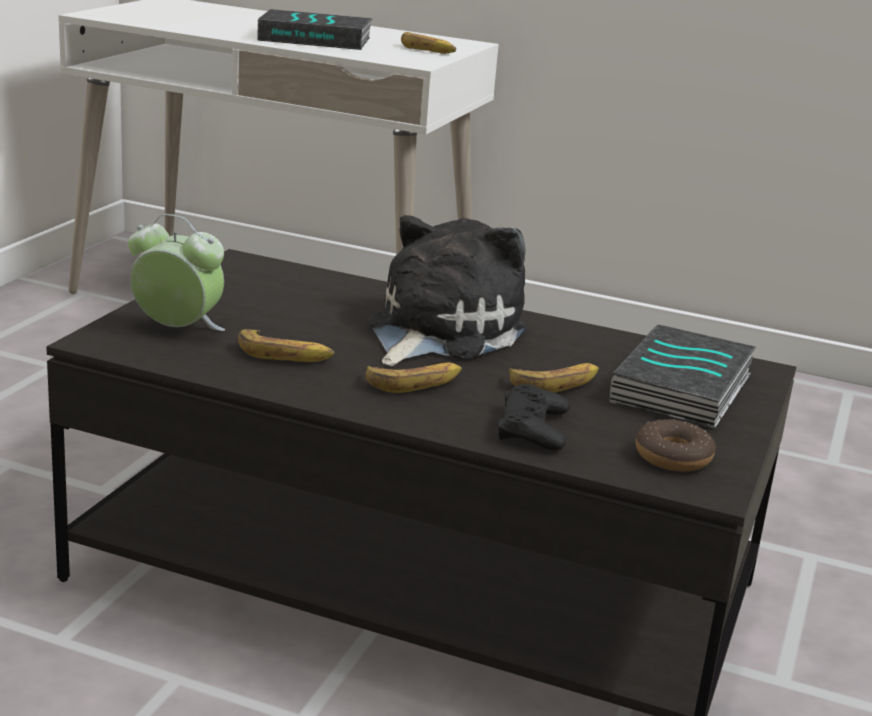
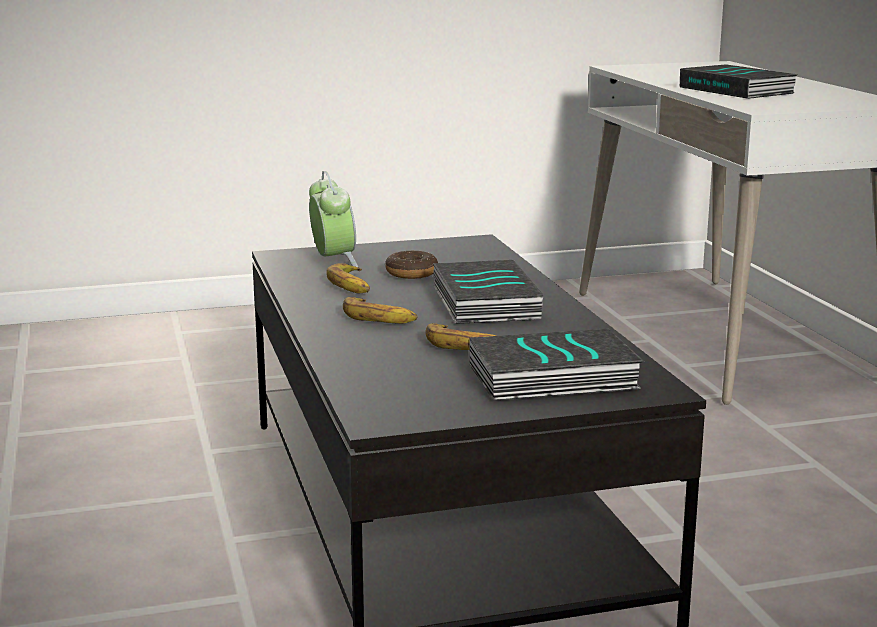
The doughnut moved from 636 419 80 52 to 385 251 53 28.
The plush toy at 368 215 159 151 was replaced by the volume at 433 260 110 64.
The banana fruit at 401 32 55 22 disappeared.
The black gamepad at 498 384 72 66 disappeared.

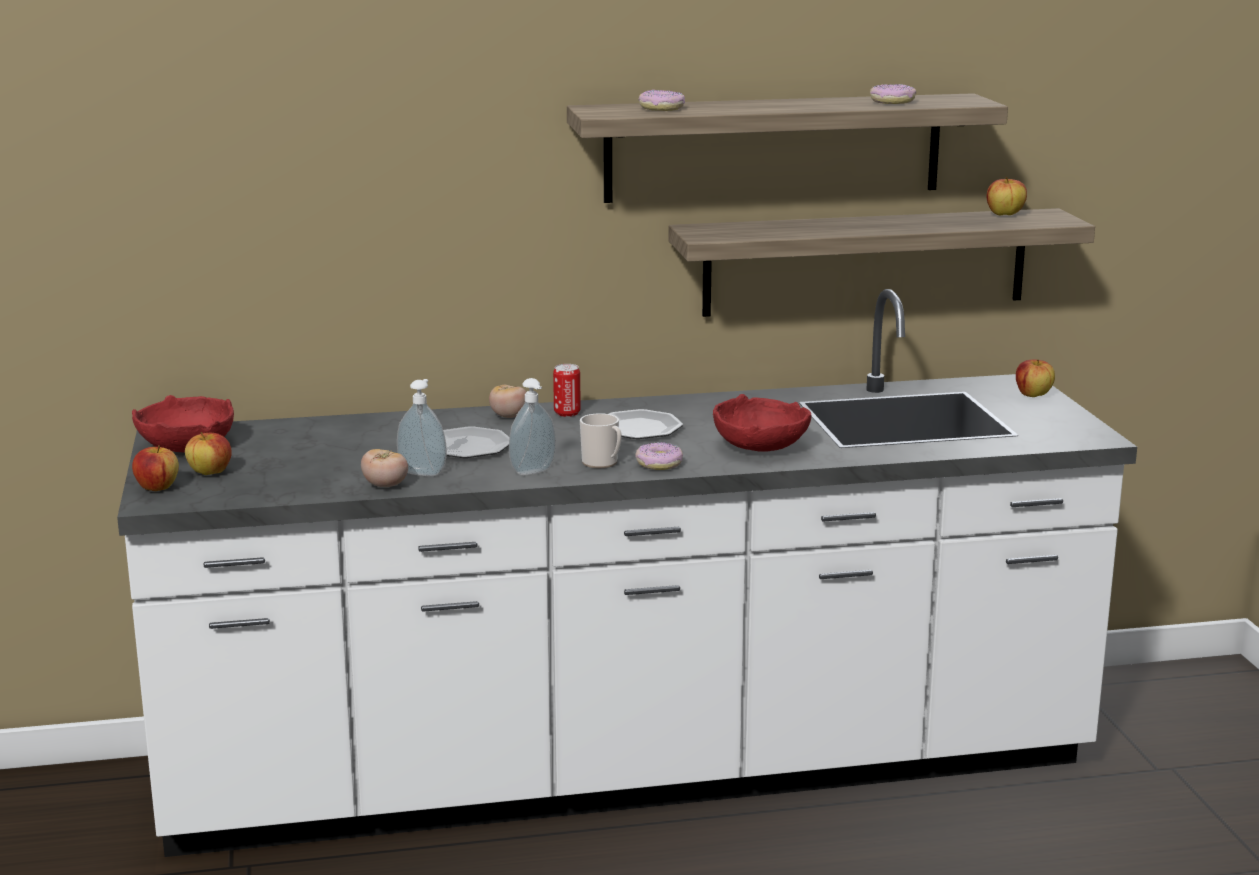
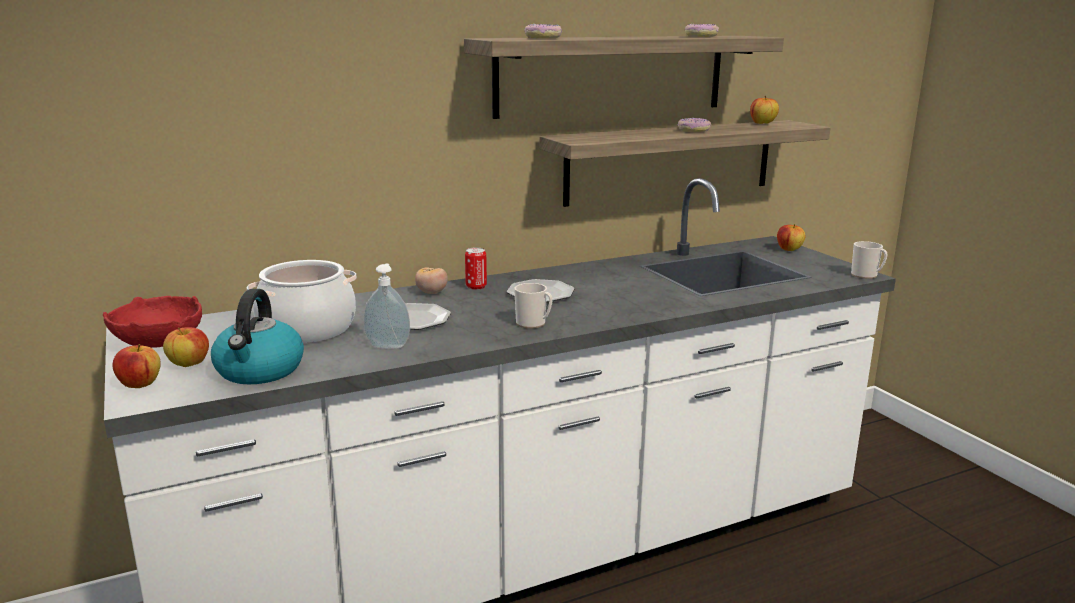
The kettle at 211 289 93 95 appeared.
The saucepot at 247 260 109 83 appeared.
The doughnut moved from 635 442 48 28 to 678 118 33 14.
The tea mug at 851 241 37 38 appeared.
The tomato at 361 449 47 38 disappeared.
The liquid soap bottle at 509 378 47 97 disappeared.
The reddish deep dish at 713 394 98 57 disappeared.

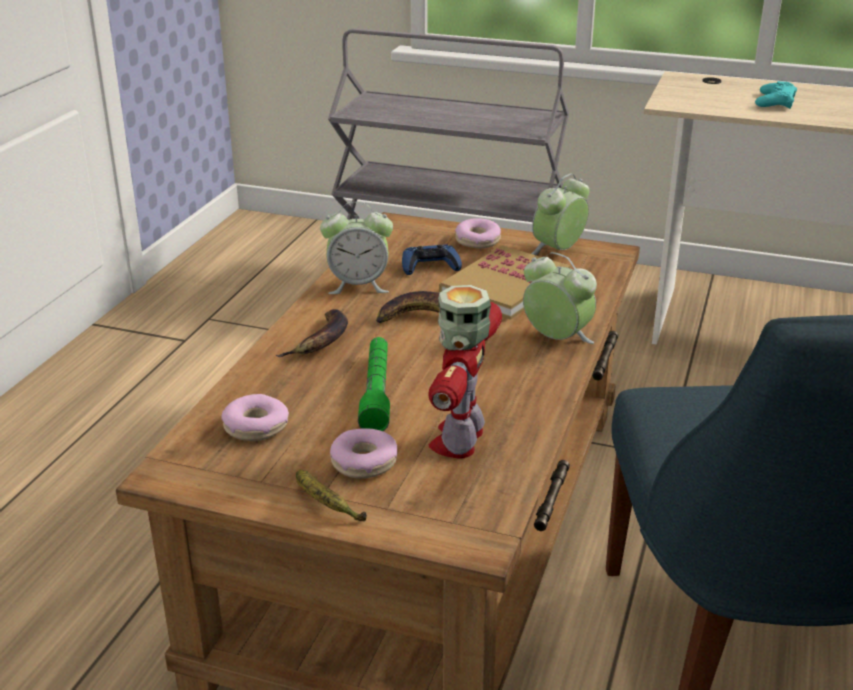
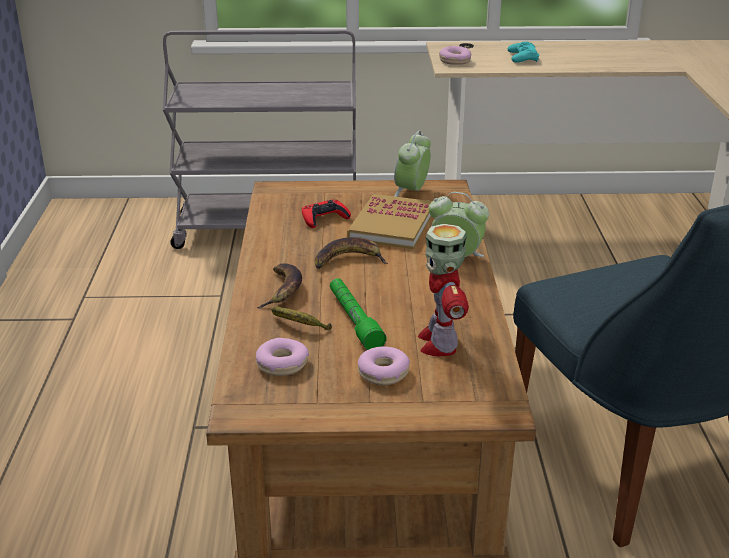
The banana fruit moved from 296 470 71 51 to 271 307 61 23.
The blue gamepad at 402 244 60 31 became the reddish gamepad at 302 199 49 29.
The doughnut moved from 455 218 46 30 to 439 46 32 19.
The bedside clock at 320 202 73 92 disappeared.

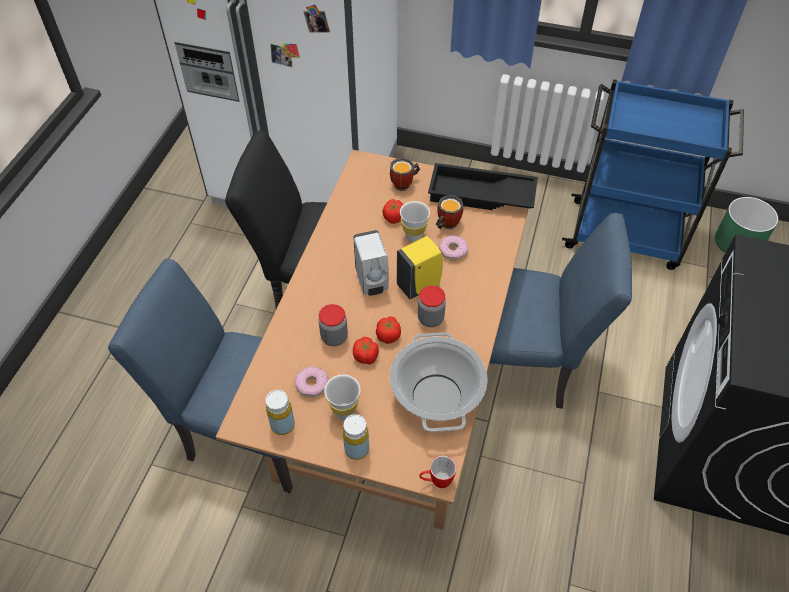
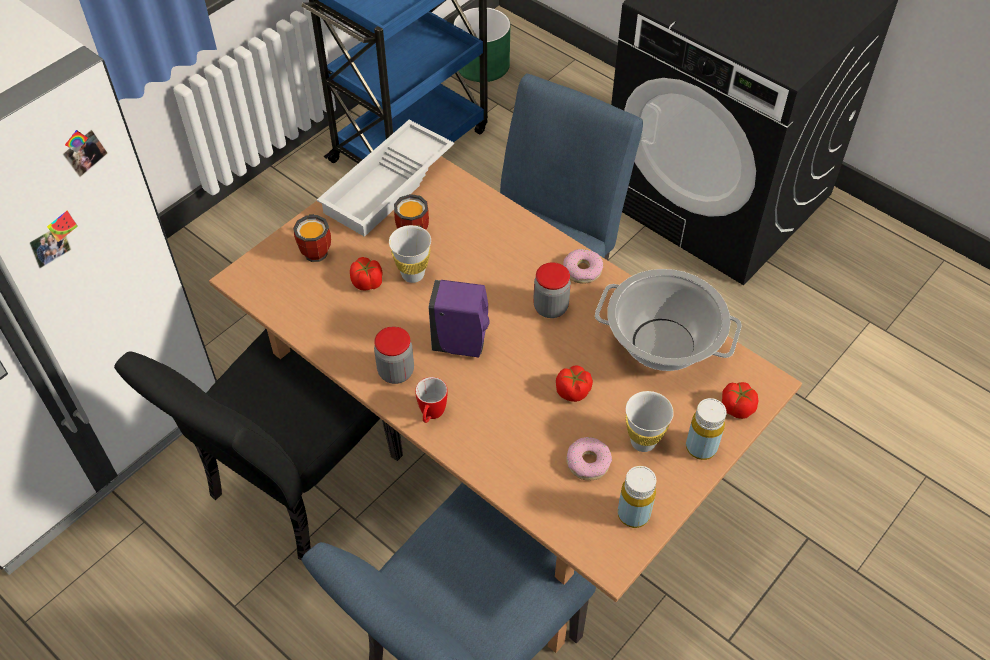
The black carrying tray at 428 163 110 47 became the whitish carrying tray at 317 120 137 117.
The preserve jar moved from 318 304 30 42 to 374 326 40 58.
The tea mug moved from 419 455 37 33 to 415 377 32 46.
The whitish liquid soap bottle at 353 230 36 66 became the purplish liquid soap bottle at 429 280 60 77.
The doughnut moved from 439 235 30 26 to 563 249 40 35.
The tomato moved from 376 316 25 28 to 722 382 36 37.
The yellow-coloured liquid soap bottle at 397 236 46 63 disappeared.

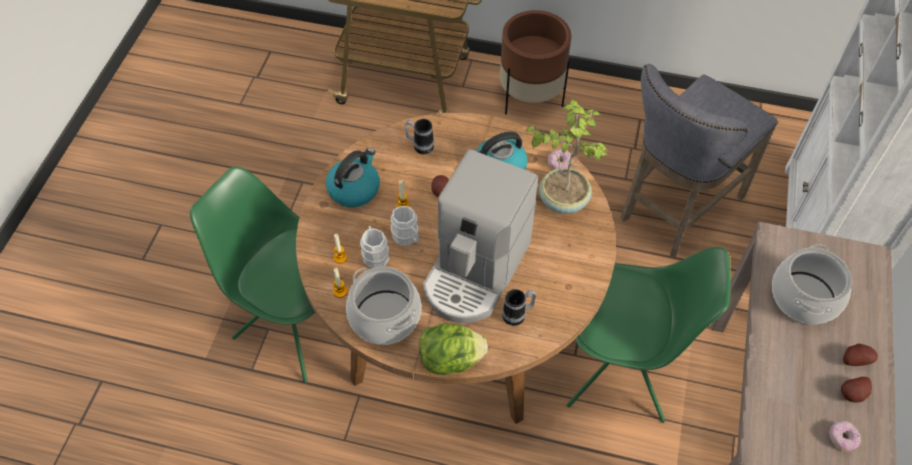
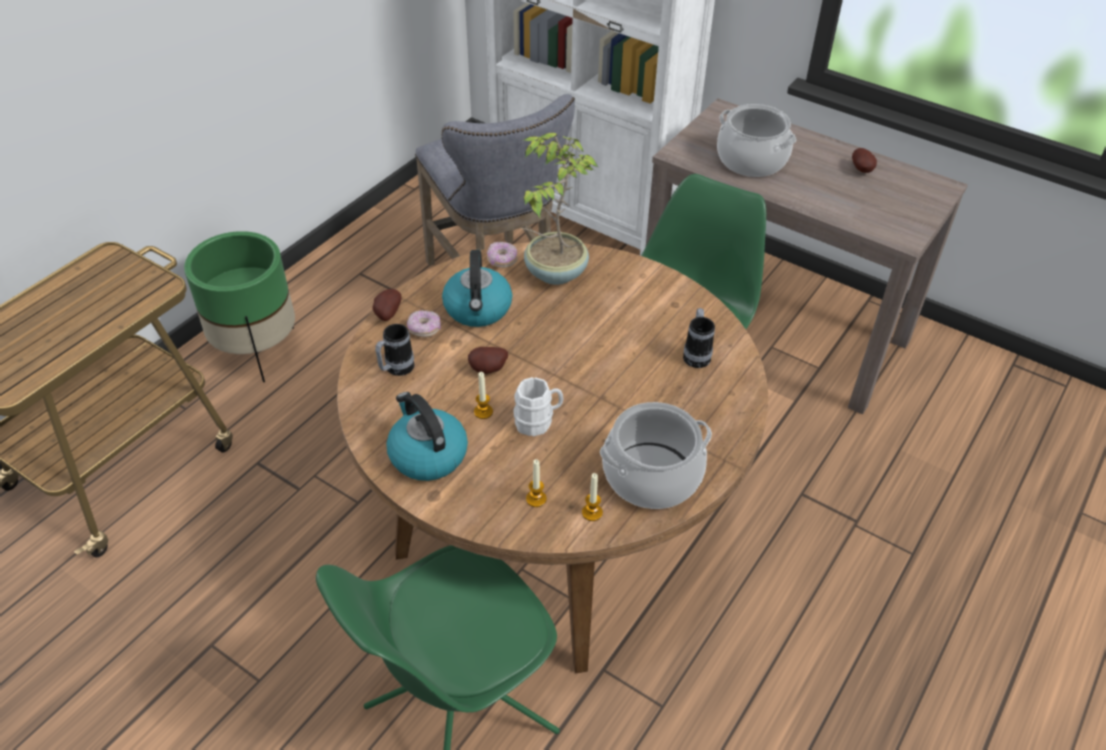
The brownish planter at 500 10 71 104 became the green planter at 184 231 111 151.
The whole potato moved from 843 344 35 22 to 372 289 30 32.
The doughnut moved from 829 421 32 31 to 407 310 33 28.
The whitish tea mug at 360 226 29 42 disappeared.
The lettuce head at 419 323 69 52 disappeared.
The coffee machine at 423 149 115 174 disappeared.

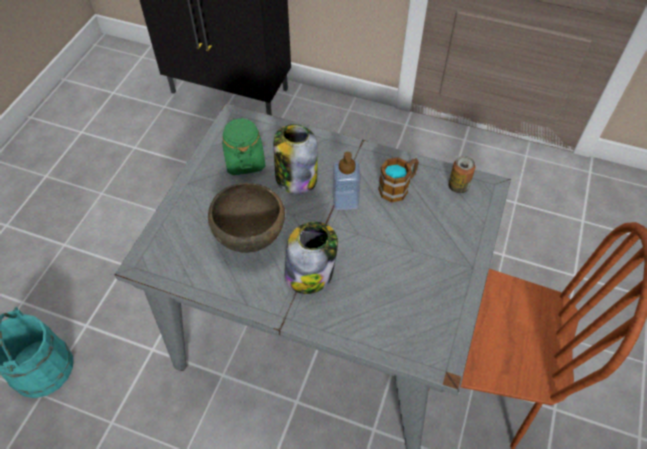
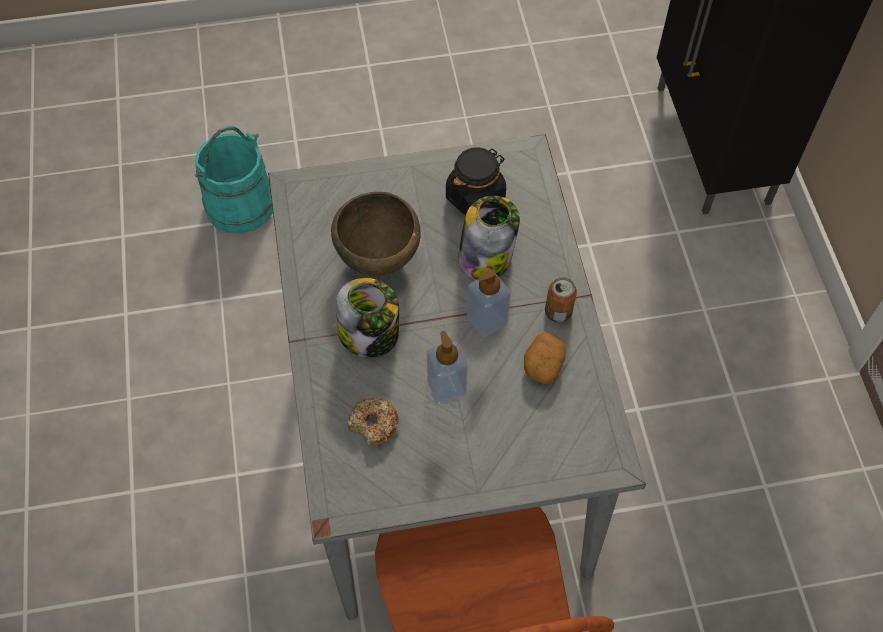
The doughnut at 348 397 51 49 appeared.
The liquid soap bottle at 427 331 41 73 appeared.
The green preserve jar at 222 117 43 58 became the black preserve jar at 446 147 60 69.
The tea mug at 378 157 41 45 was replaced by the whole potato at 524 332 42 52.
The can moved from 448 156 28 37 to 545 277 32 46.

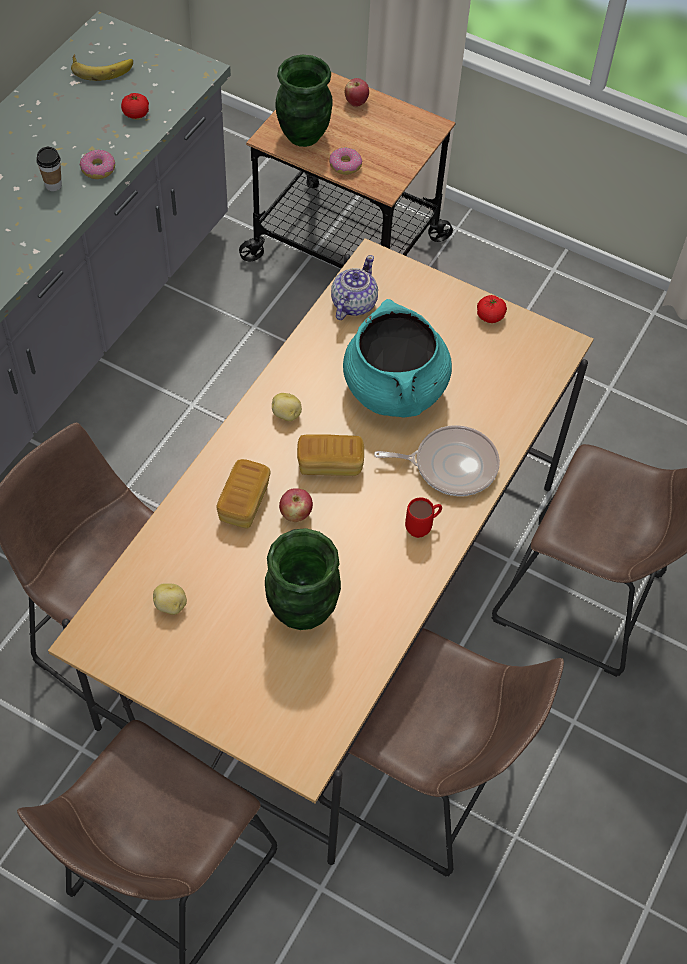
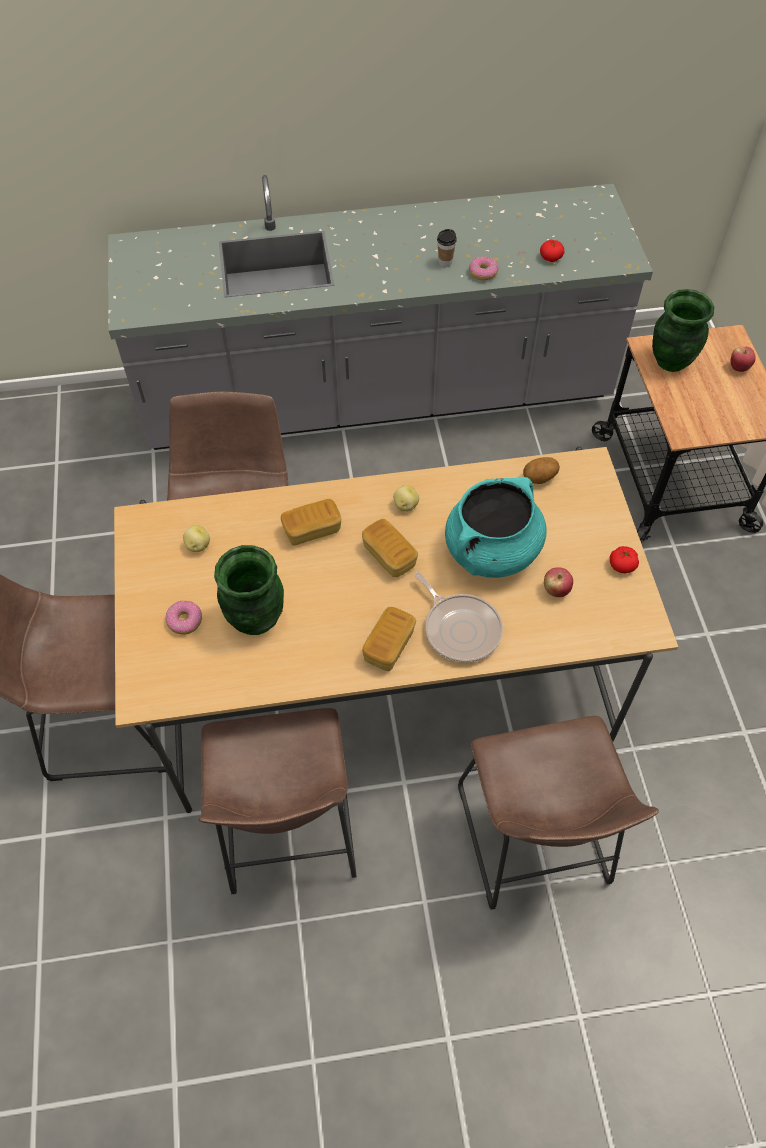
The doughnut moved from 329 148 34 27 to 166 601 36 34.
The reddish tea mug at 405 497 37 41 was replaced by the bakery bread at 362 607 54 64.
The teapot at 331 255 47 65 was replaced by the whole potato at 523 457 37 27.
The apple moved from 279 488 34 34 to 544 568 29 29.
The banana fruit at 71 54 62 27 disappeared.

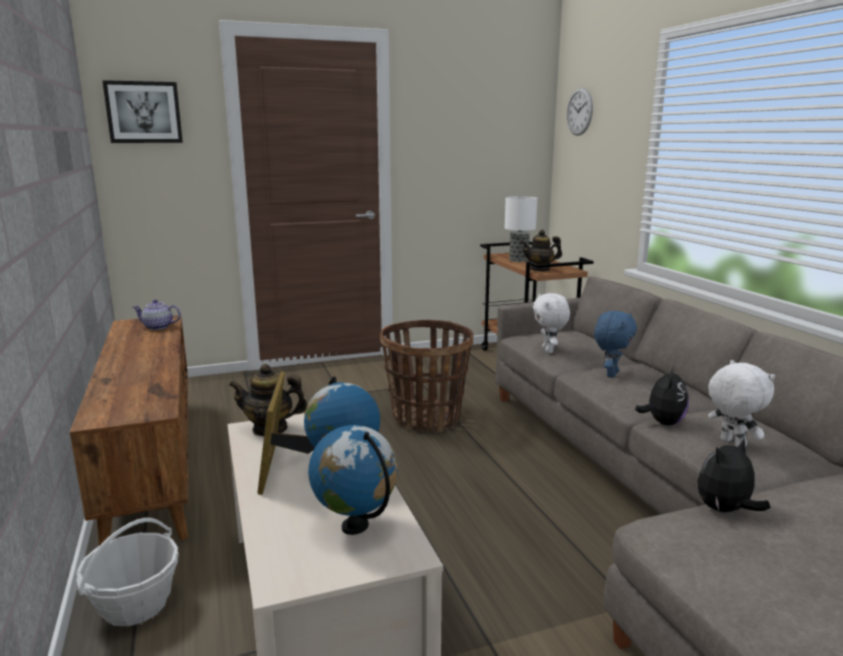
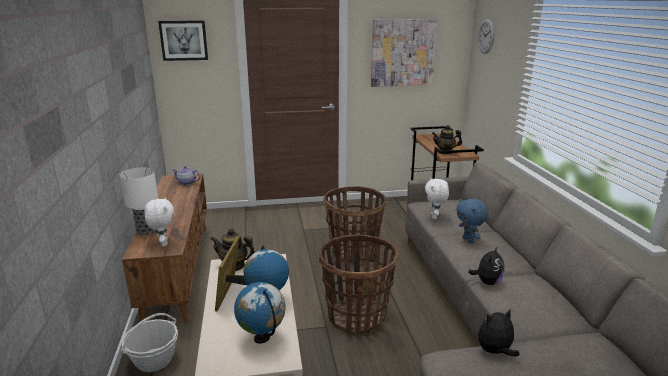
The tabletop lamp moved from 505 196 32 66 to 120 168 39 68.
The whitish plush toy moved from 708 360 67 87 to 144 197 30 50.
The storage basket at 319 235 79 100 appeared.
The picture at 371 19 66 68 appeared.
The blue plush toy at 594 311 43 67 turned 120 degrees clockwise.

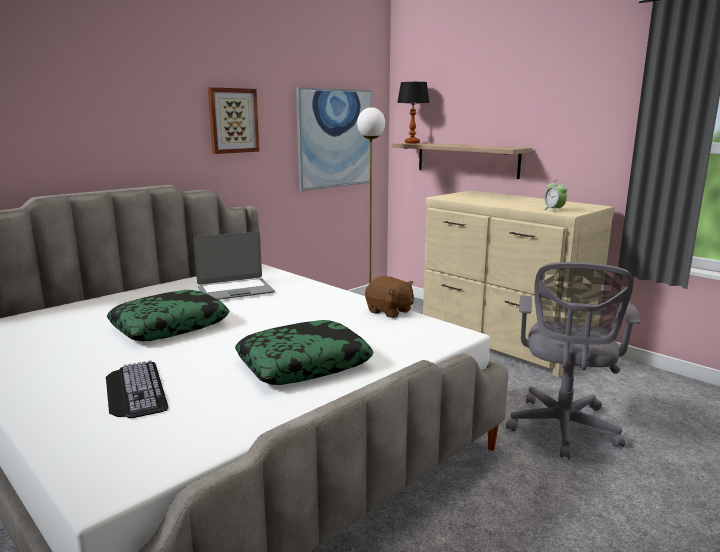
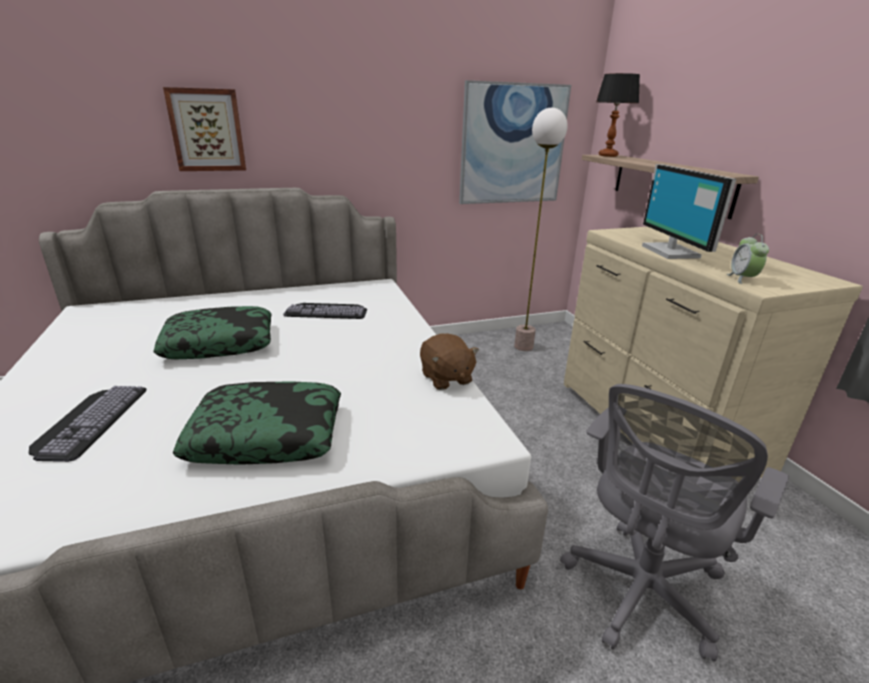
The picture moved from 208 87 51 67 to 163 87 83 84.
The portable computer at 193 231 82 69 was replaced by the PC keyboard at 283 303 84 16.
The computer screen at 642 164 94 95 appeared.

